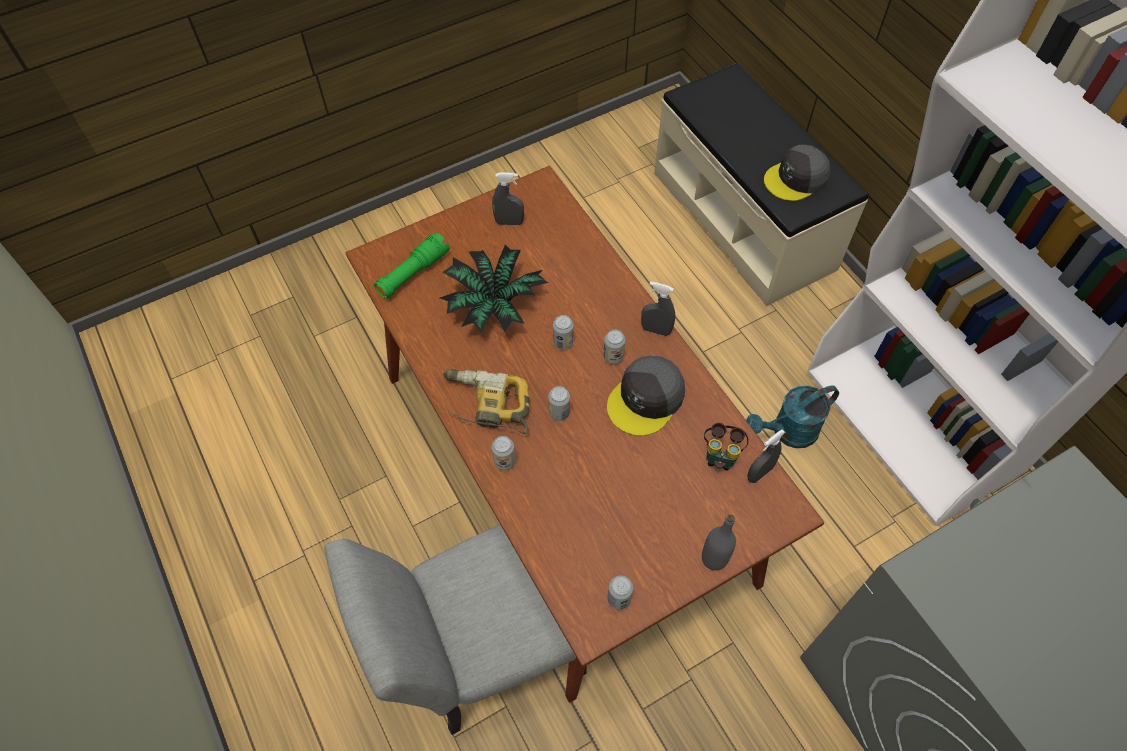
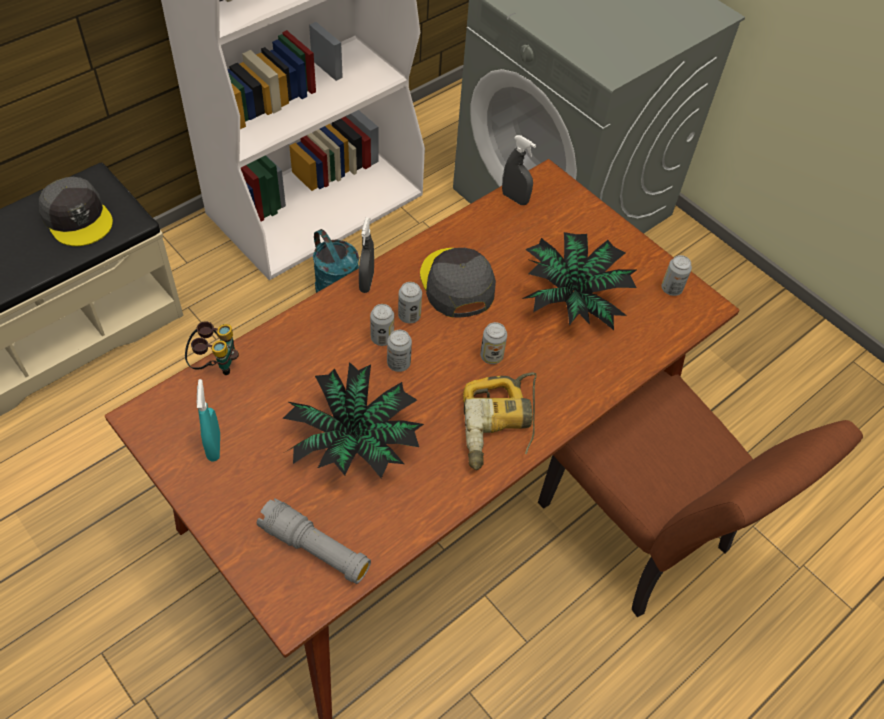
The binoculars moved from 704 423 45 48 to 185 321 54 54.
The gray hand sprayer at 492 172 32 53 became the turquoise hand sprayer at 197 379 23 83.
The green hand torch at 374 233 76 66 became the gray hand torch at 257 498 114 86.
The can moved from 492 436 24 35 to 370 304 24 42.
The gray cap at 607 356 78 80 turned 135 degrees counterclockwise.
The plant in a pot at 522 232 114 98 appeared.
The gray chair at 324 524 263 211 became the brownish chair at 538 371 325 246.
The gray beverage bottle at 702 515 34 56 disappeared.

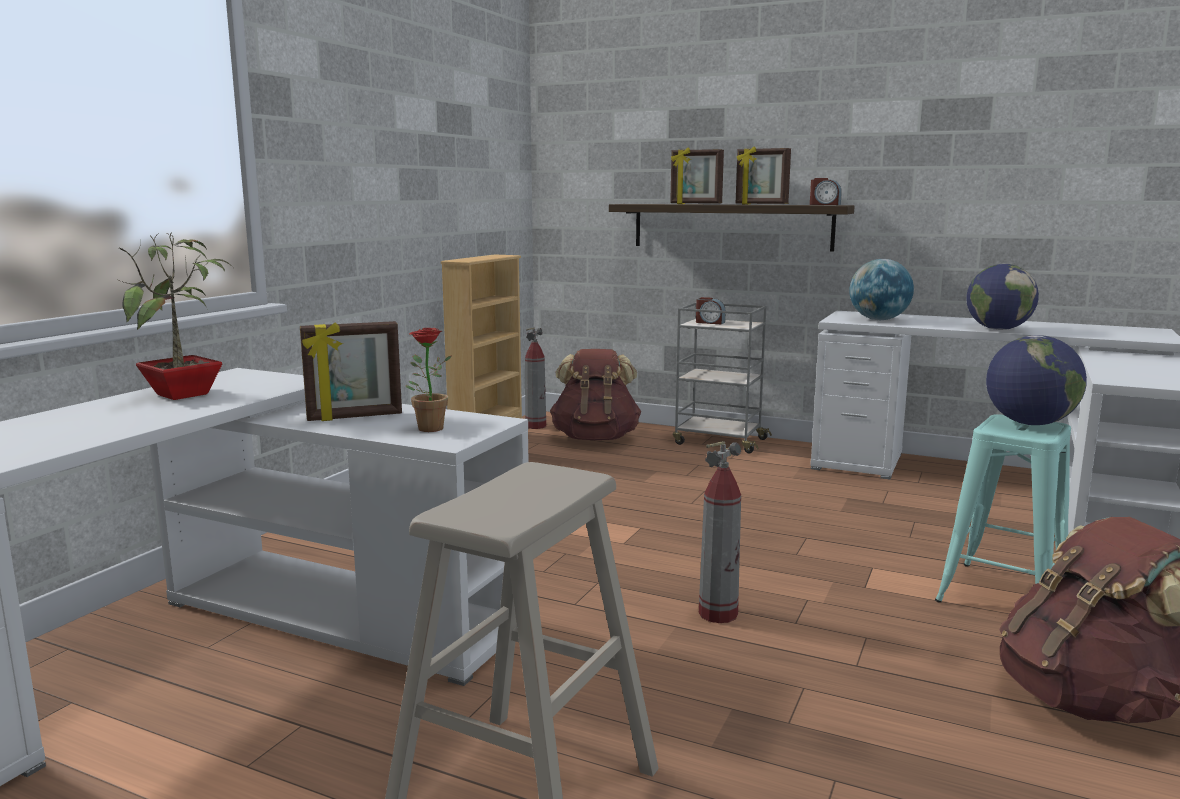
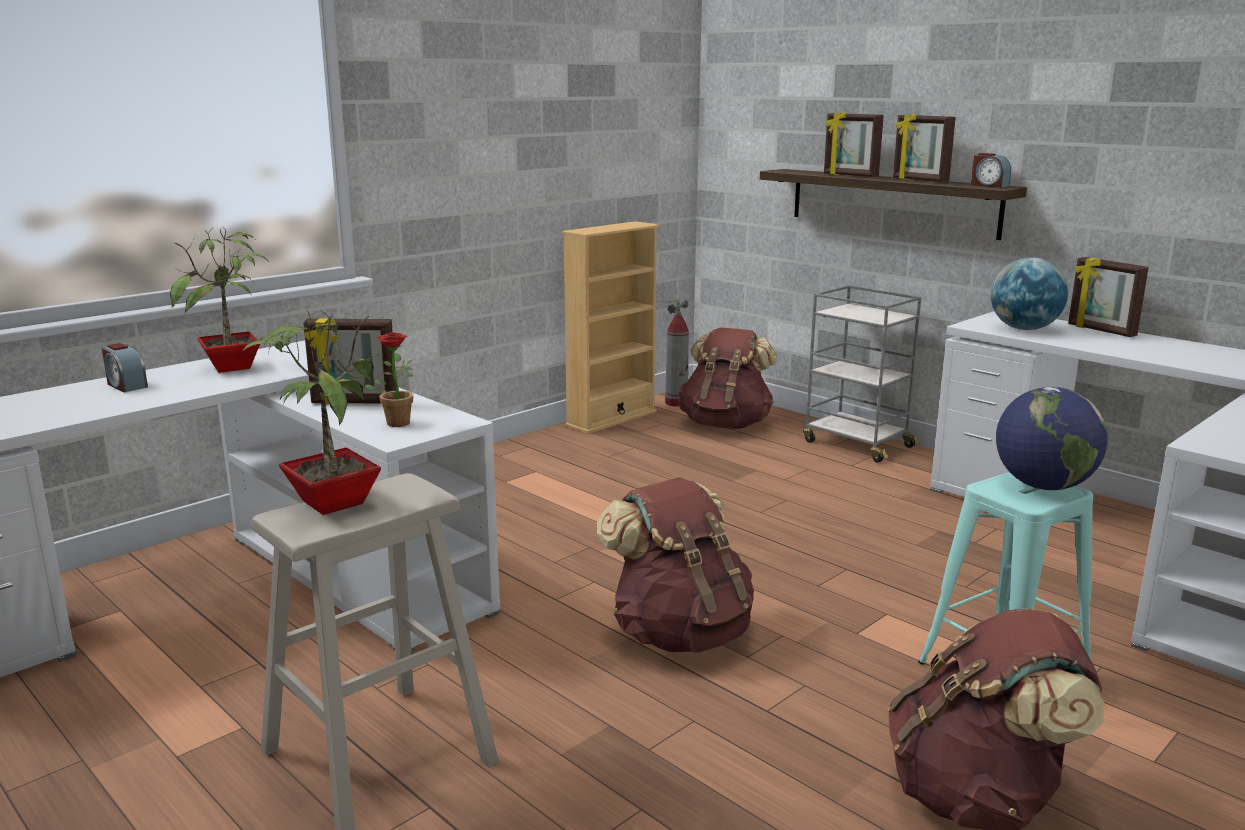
The bedside clock moved from 696 297 29 27 to 102 343 46 49.
The plant in a pot at 241 309 140 206 appeared.
The fire extinguisher at 699 441 42 182 was replaced by the brownish rucksack at 597 477 157 176.
The standing frame at 1068 257 81 80 appeared.
The desk globe at 966 264 73 66 disappeared.

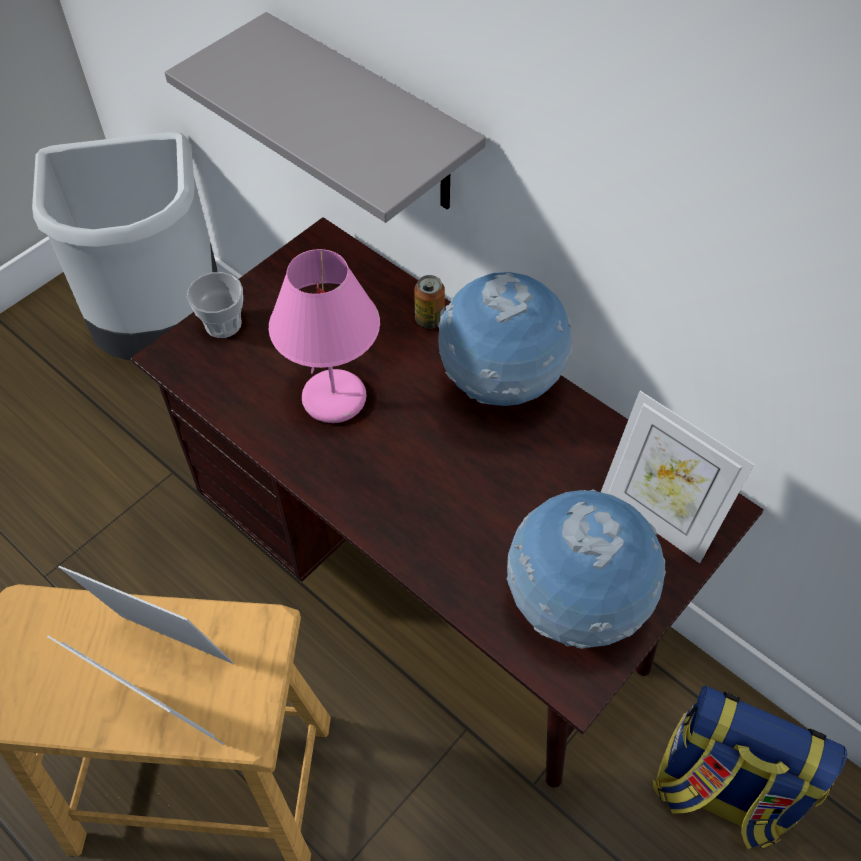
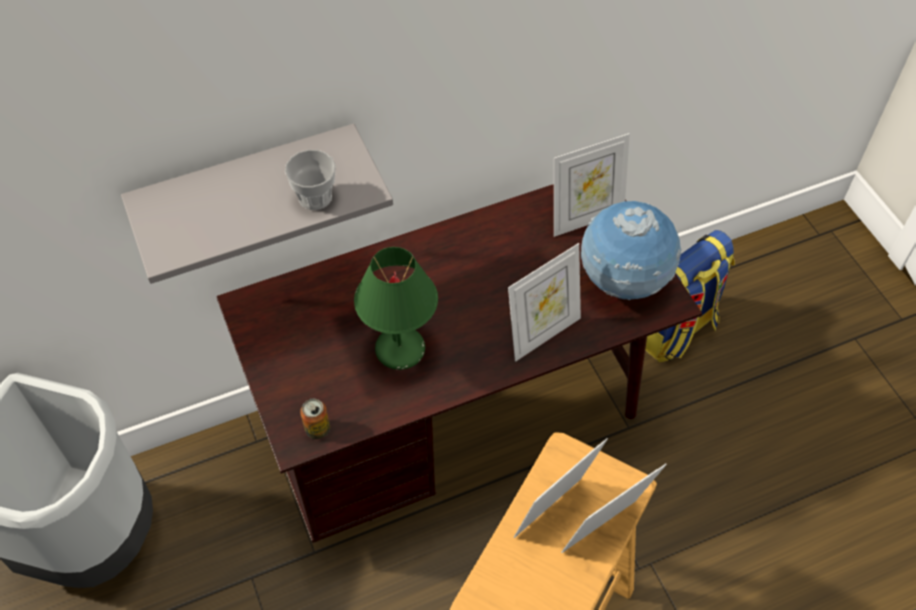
The cup moved from 187 272 56 66 to 285 150 51 60.
The can moved from 414 275 31 53 to 300 399 30 40.
The pink-coloured tabletop lamp at 269 249 111 174 became the green tabletop lamp at 354 247 84 123.
The standing frame at 508 243 73 119 appeared.
The desk globe at 438 272 135 134 disappeared.

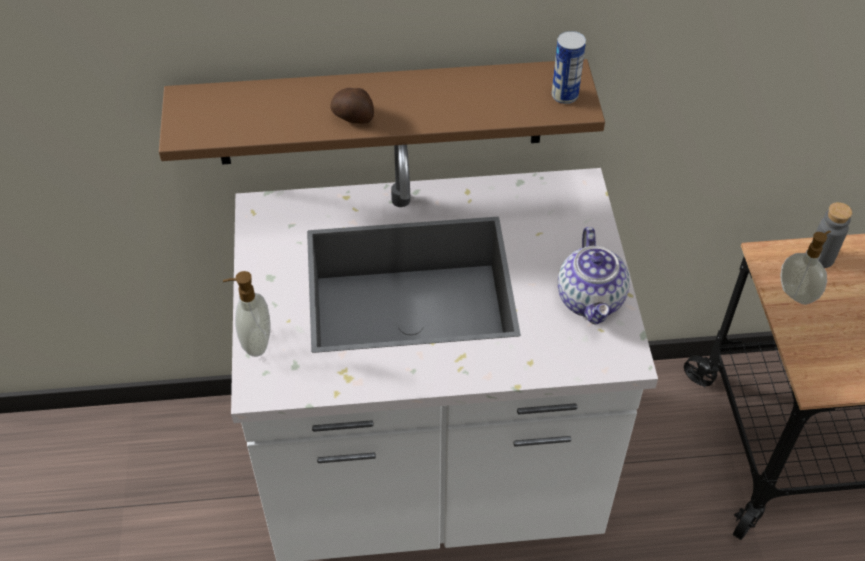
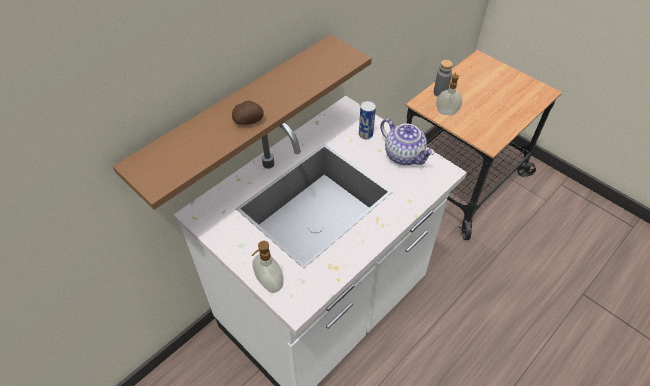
The can moved from 552 31 34 73 to 359 101 17 38.

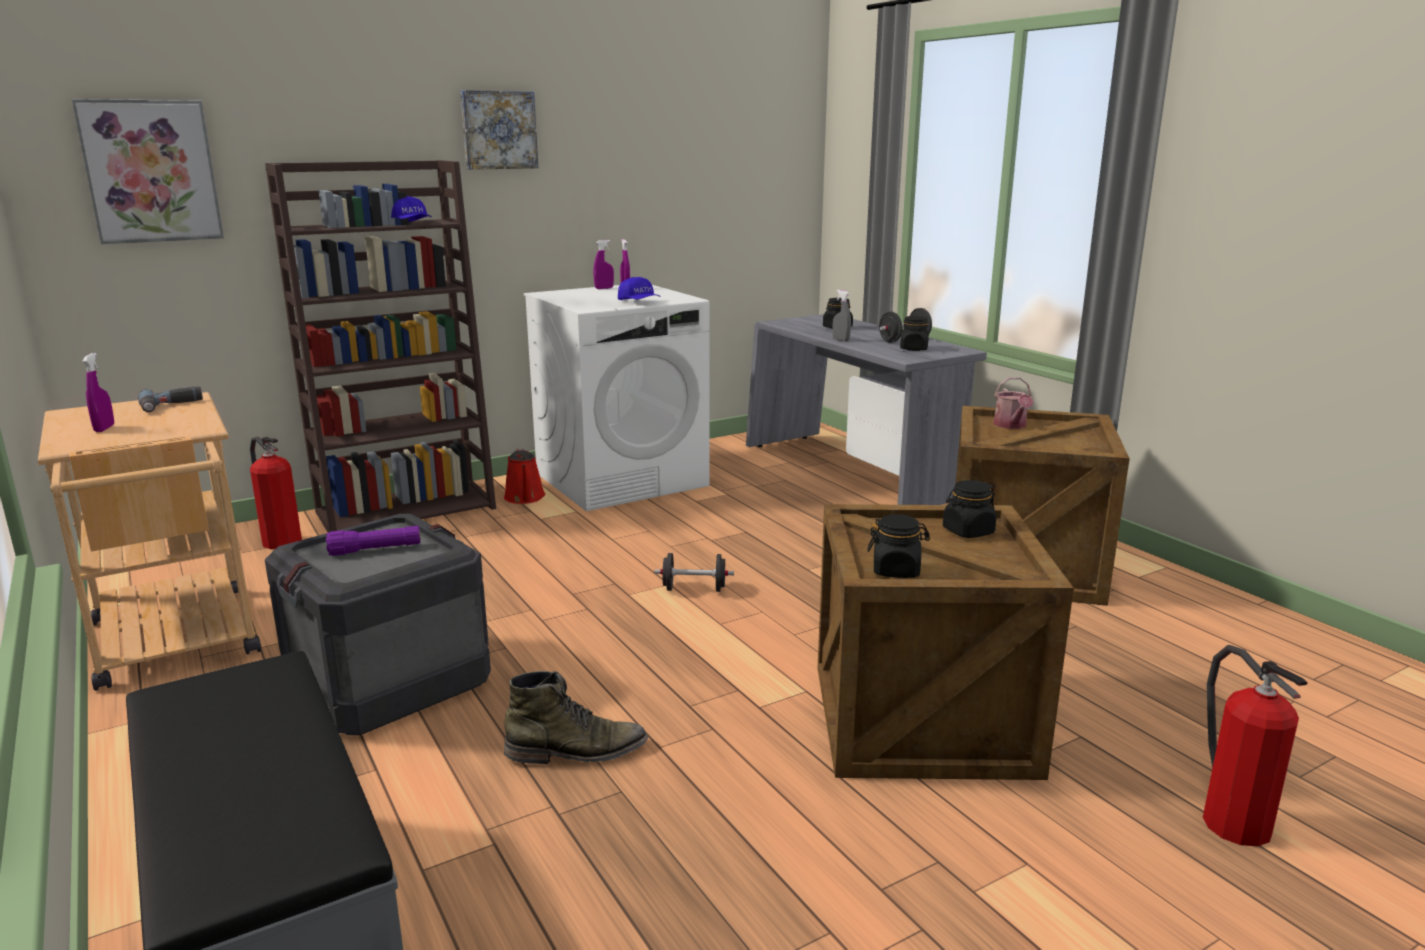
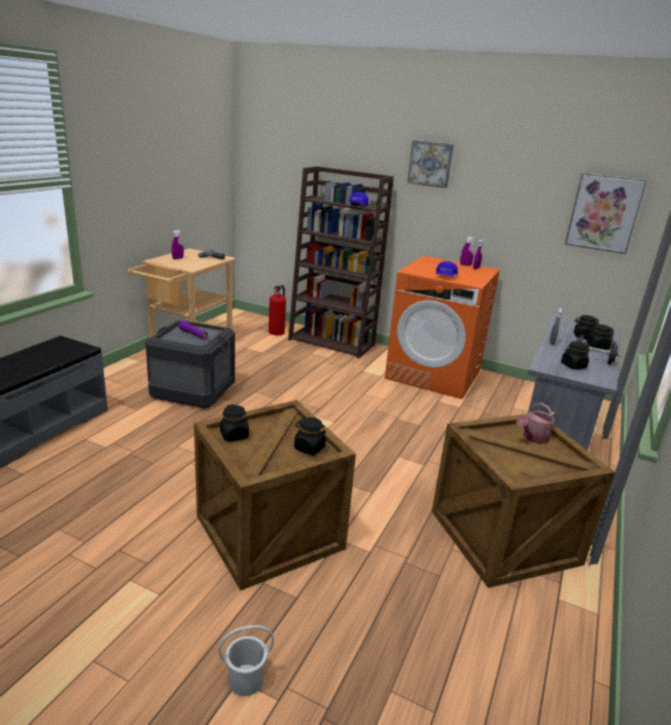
The fire extinguisher at 1203 645 104 202 was replaced by the whitish pail at 218 625 56 71.
The whitish laundry appliance at 524 285 186 226 became the orange laundry appliance at 385 256 115 143.
The picture moved from 72 99 152 145 to 565 173 82 81.
The black preserve jar at 587 324 27 26 appeared.
The reddish sprinkling can at 504 448 41 56 disappeared.
The green tall boot at 504 671 144 93 disappeared.
The black free weight at 654 553 80 39 disappeared.

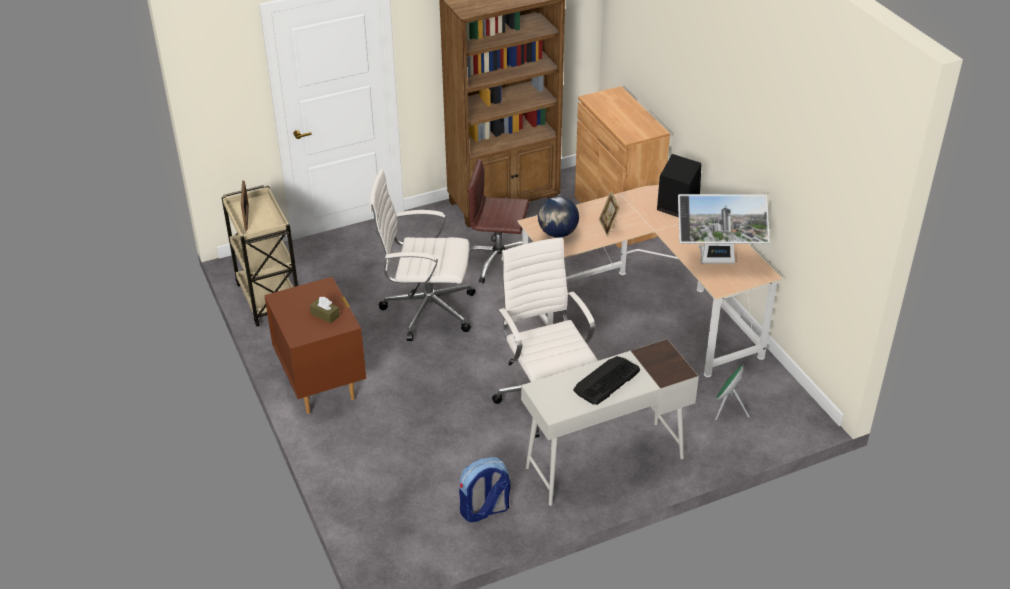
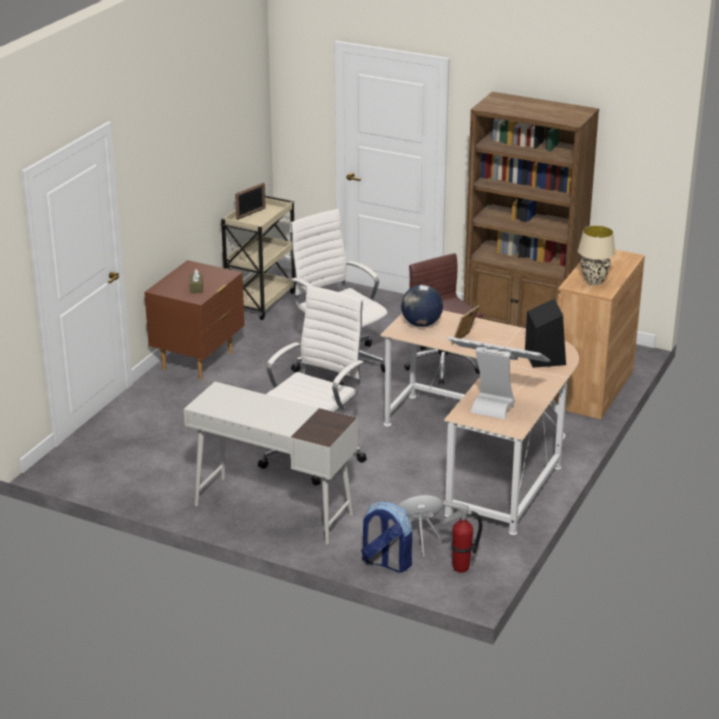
The rucksack moved from 459 457 51 65 to 361 501 51 72.
The fire extinguisher at 442 500 41 73 appeared.
The computer screen at 678 194 92 70 turned 150 degrees clockwise.
The beige-coloured tabletop lamp at 578 225 37 60 appeared.
The PC keyboard at 573 356 67 49 disappeared.

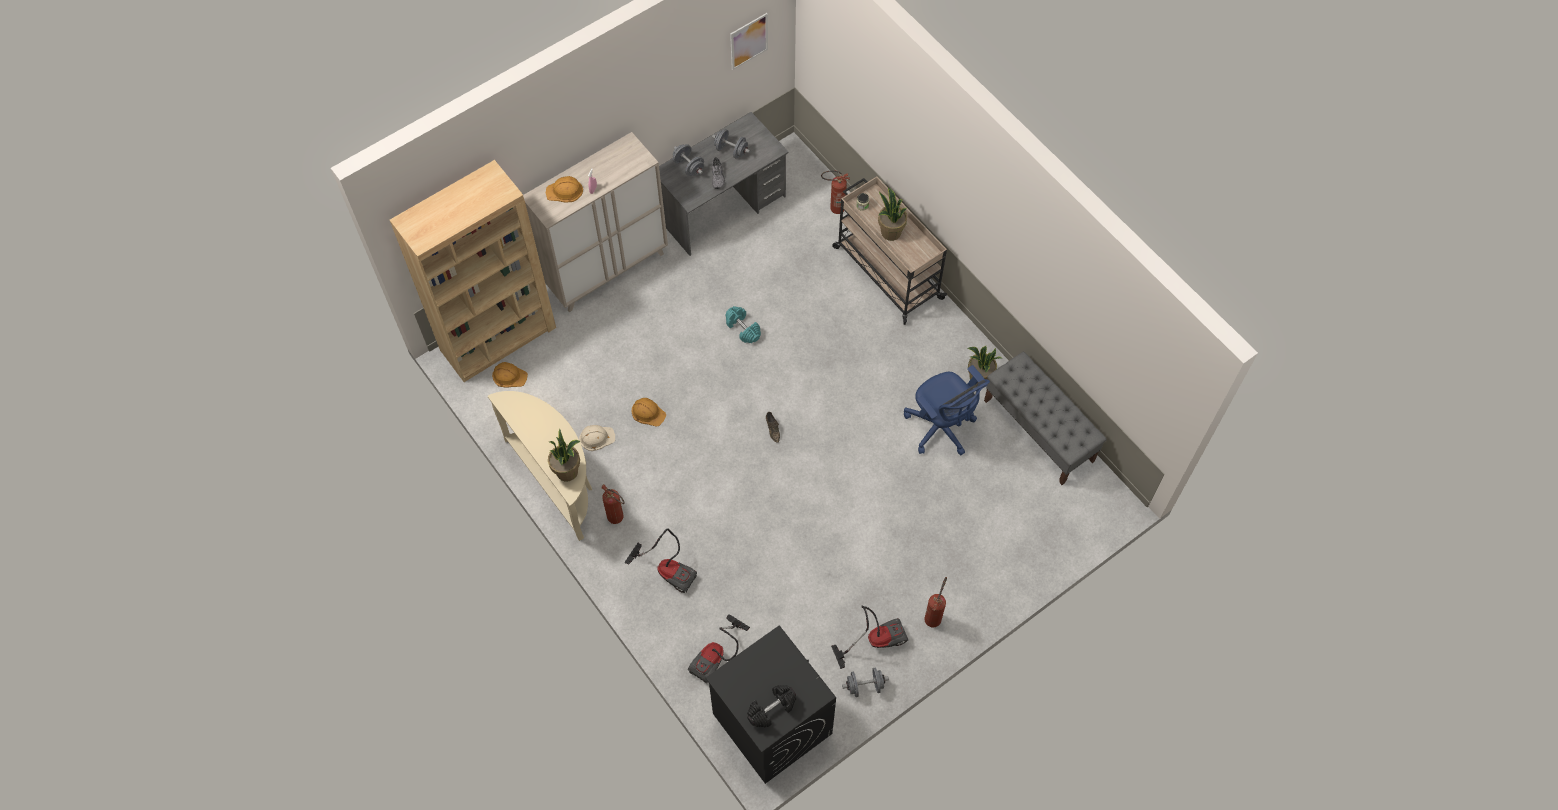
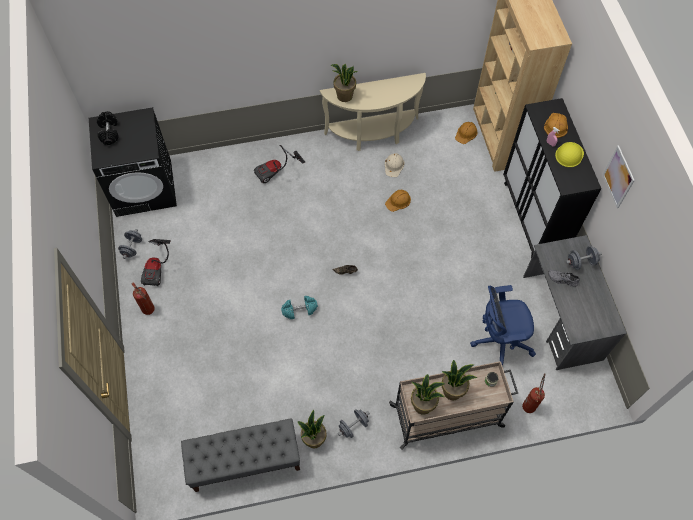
The turquoise free weight moved from 725 306 36 37 to 281 296 37 23.
The gray free weight moved from 712 129 38 30 to 338 409 32 29.
The plant in a pot at 411 374 34 41 appeared.
The blue office chair moved from 904 365 86 90 to 470 285 66 80.
The beige-coloured storage cabinet at 523 132 145 180 became the black storage cabinet at 503 98 98 160.
The yellow-coloured work helmet at 555 142 29 25 appeared.
The picture moved from 730 13 38 57 to 603 145 32 63.
The fire extinguisher at 602 484 23 40 disappeared.
The vacuum at 688 614 62 69 disappeared.

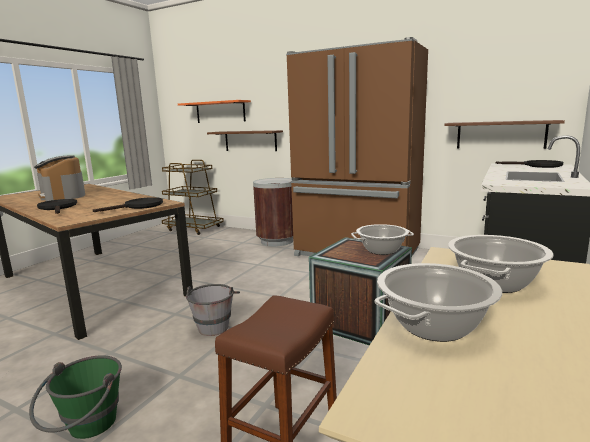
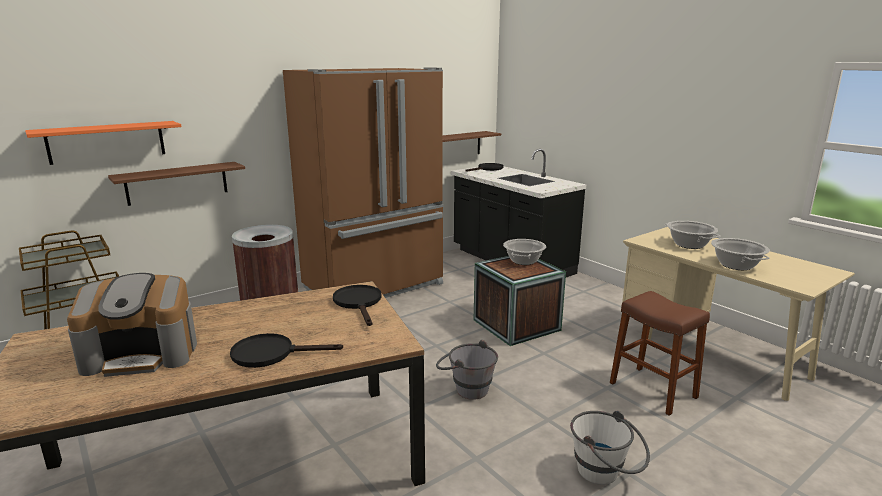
The green pail at 29 355 93 84 became the whitish pail at 570 411 80 74.

